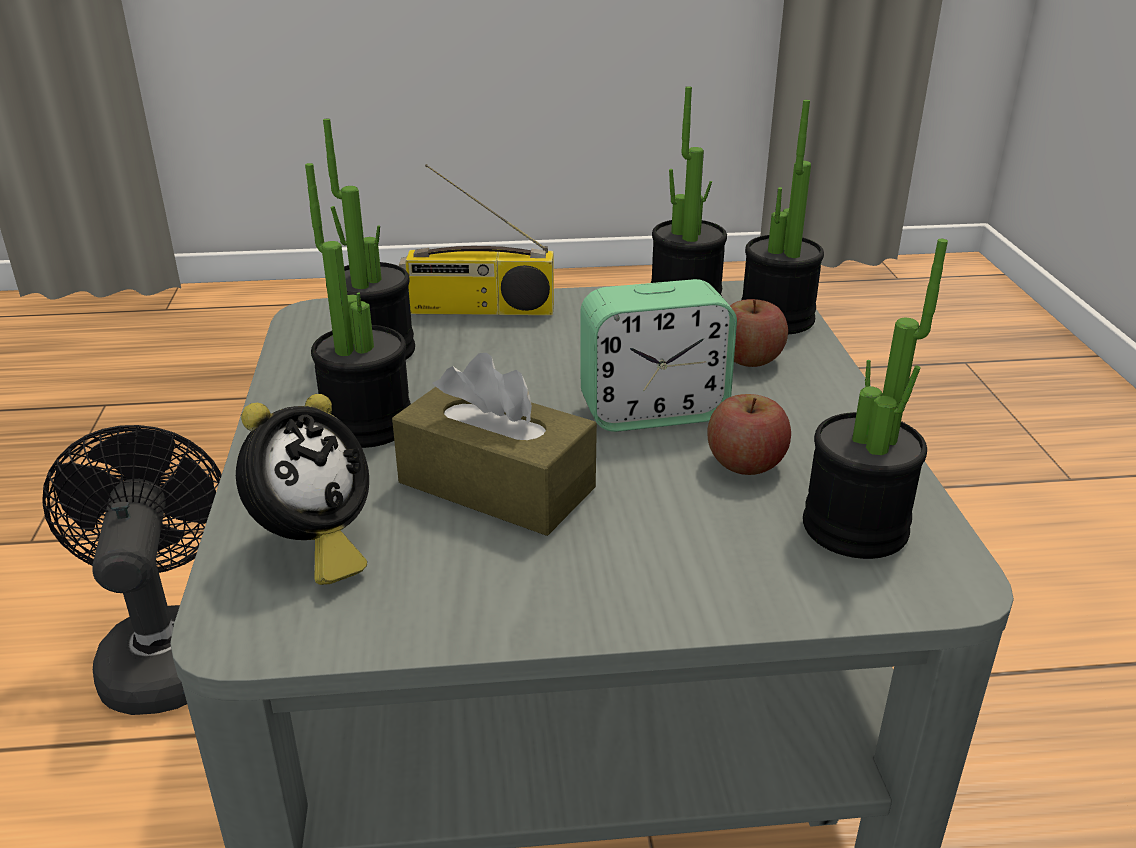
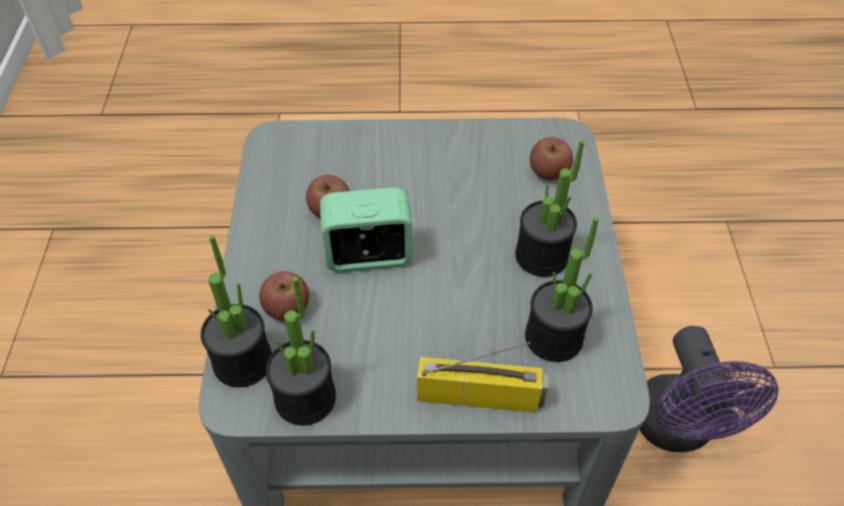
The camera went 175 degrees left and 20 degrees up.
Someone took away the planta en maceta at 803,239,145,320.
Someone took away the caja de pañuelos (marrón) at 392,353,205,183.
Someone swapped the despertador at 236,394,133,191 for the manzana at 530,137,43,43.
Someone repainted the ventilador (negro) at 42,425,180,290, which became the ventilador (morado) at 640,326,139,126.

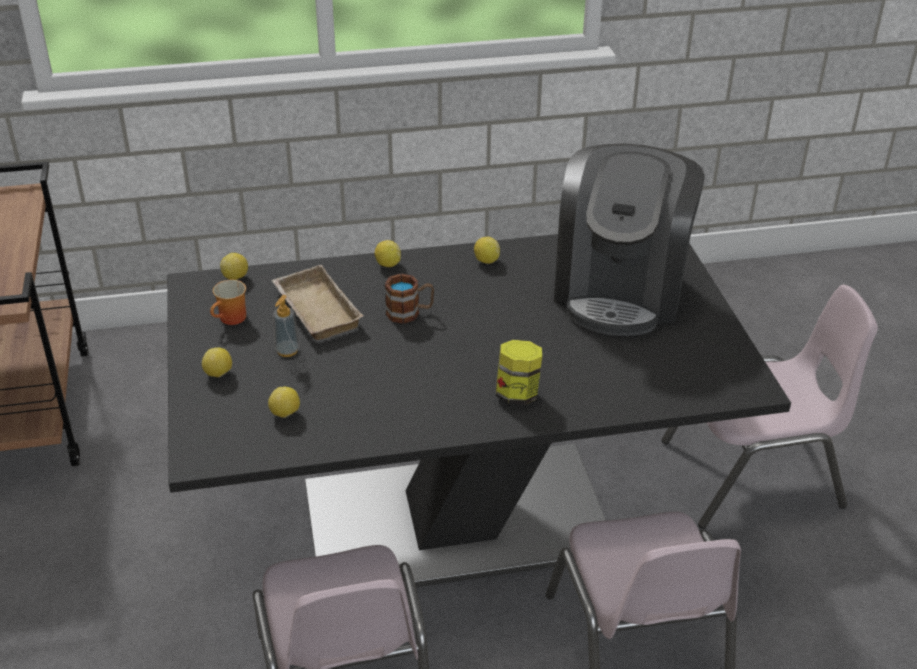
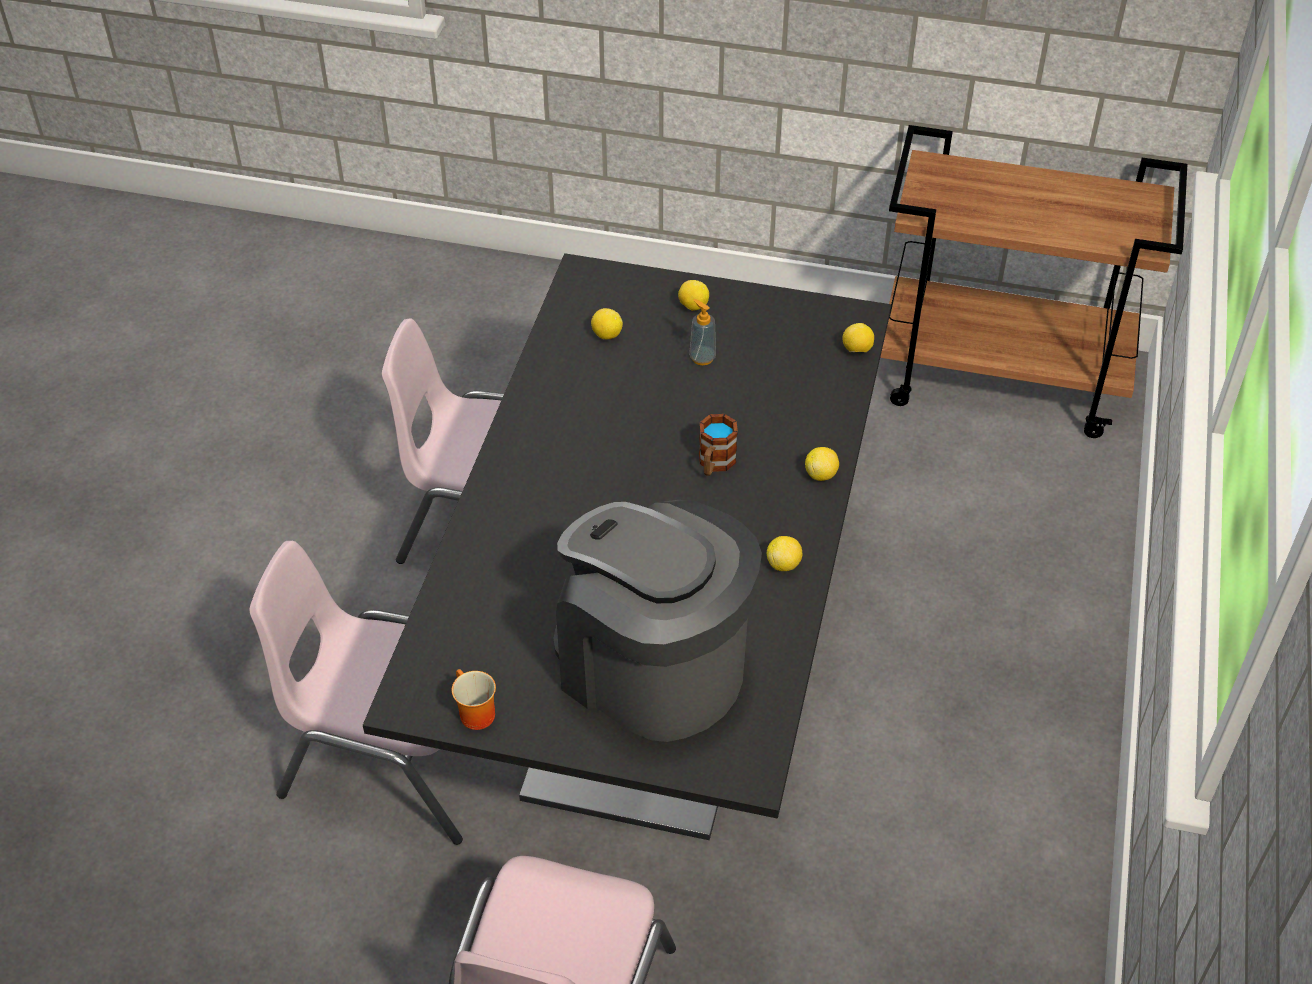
The camera went 115 degrees right and 10 degrees up.
Someone took away the bandeja (beis) at 272,265,91,75.
Someone carried the taza grande from 210,280,36,45 to 452,669,44,61.
Someone took away the tarro at 496,340,46,65.

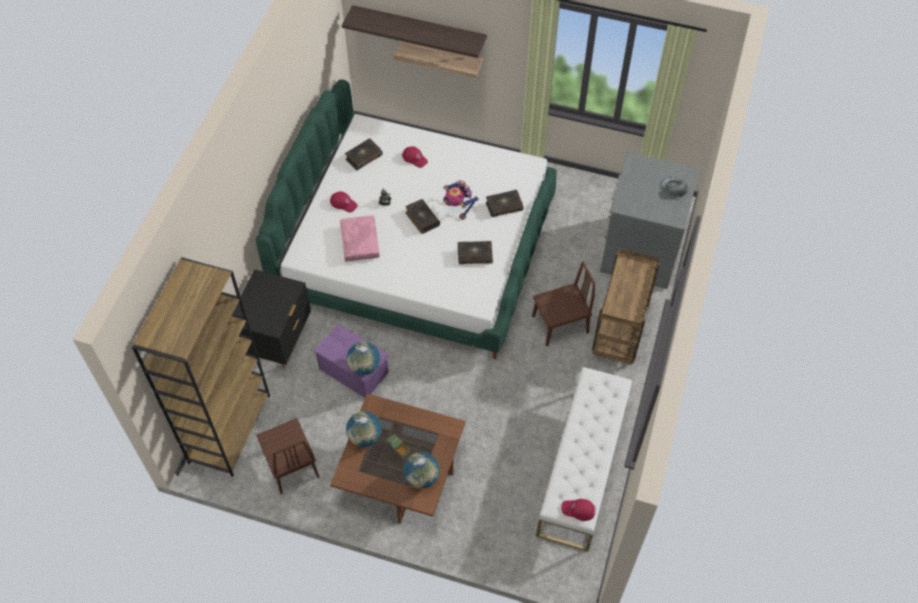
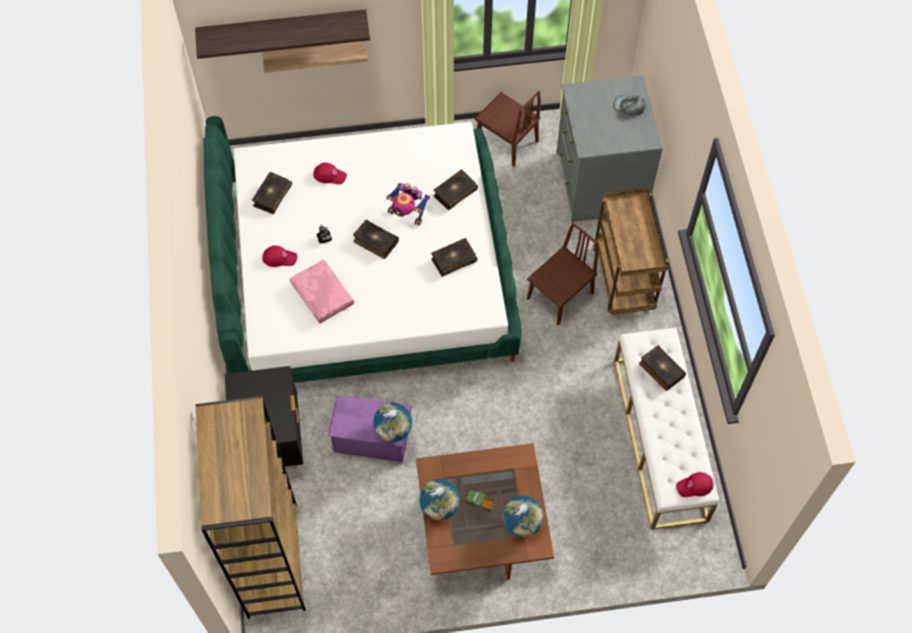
The camera went 25 degrees left and 5 degrees up.
Someone carried the silla (marrón) from 256,418,64,76 to 475,90,66,77.
Someone put down the libro at 639,345,47,46.

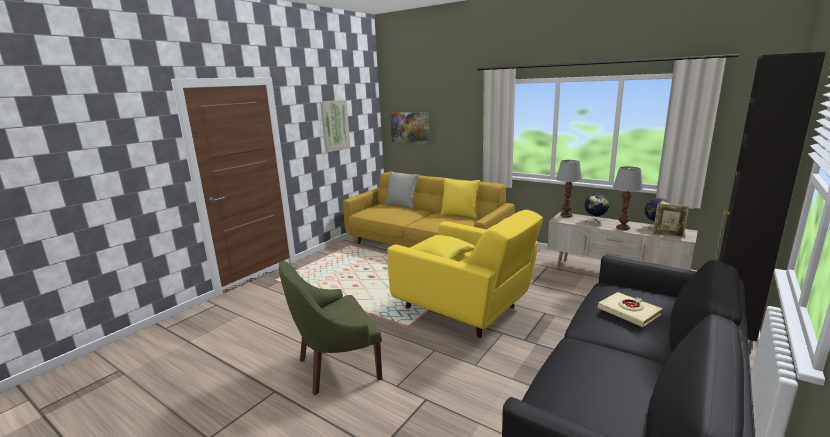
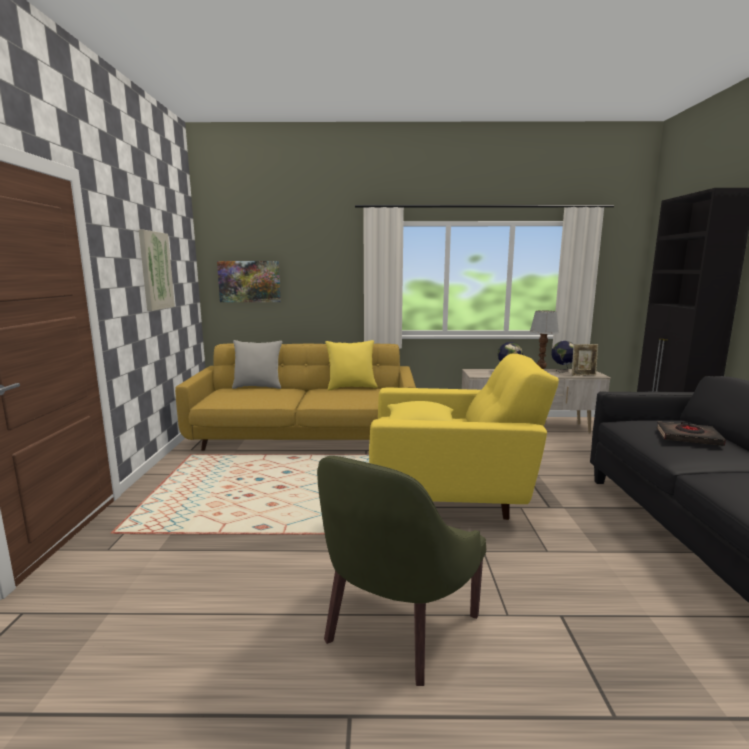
The camera went 35 degrees left and 5 degrees down.
Someone took away the lámpara de mesa at 556,160,26,58.
Someone repainted the libro (beis) at 598,292,64,35, which became the libro (negro) at 656,421,70,25.

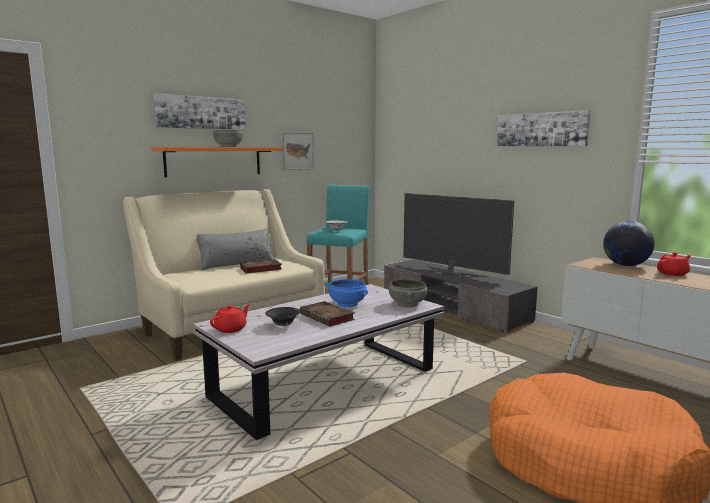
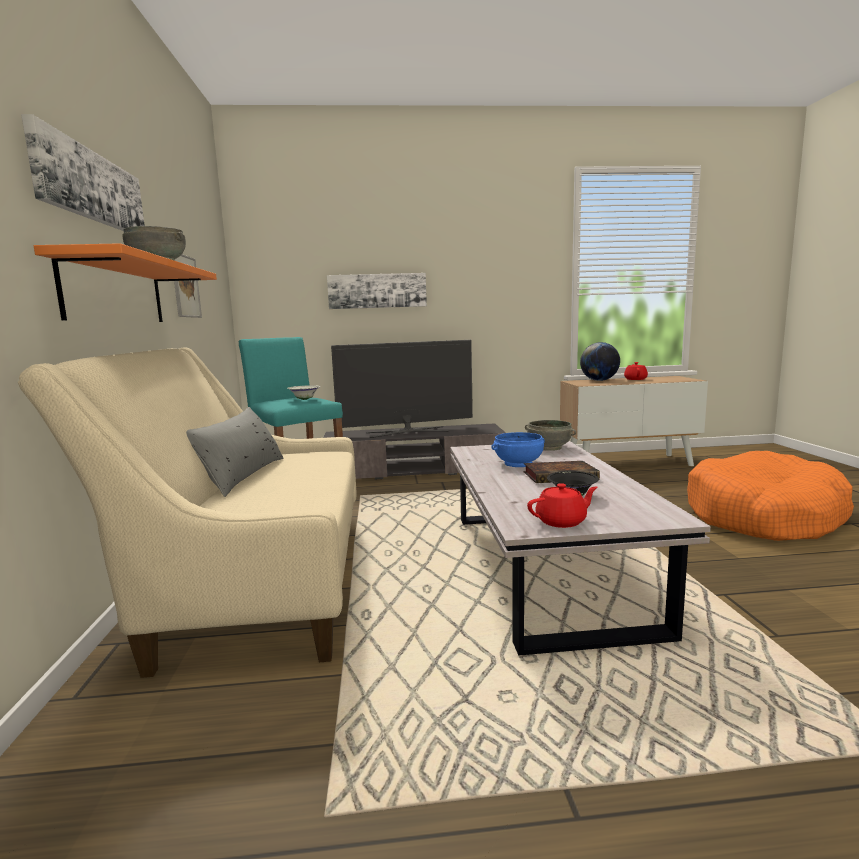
The camera went 55 degrees left and 0 degrees up.
Someone carried the cuadro from 497,110,94,36 to 327,273,100,36.
Someone took away the libro at 240,259,42,15.
Someone rotated the tetera (rojo) at 210,304,40,29 by 90 degrees clockwise.

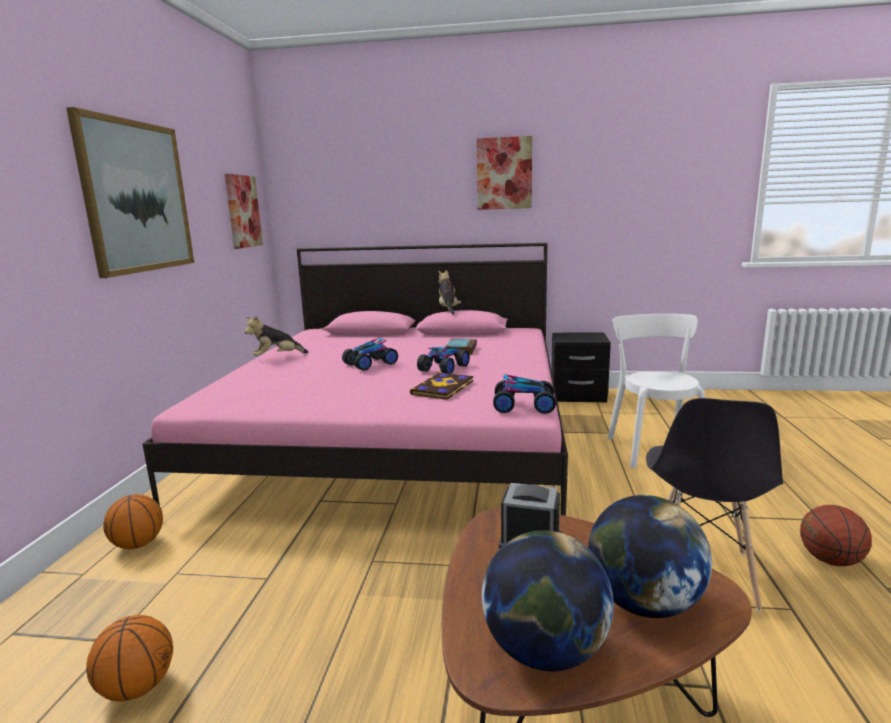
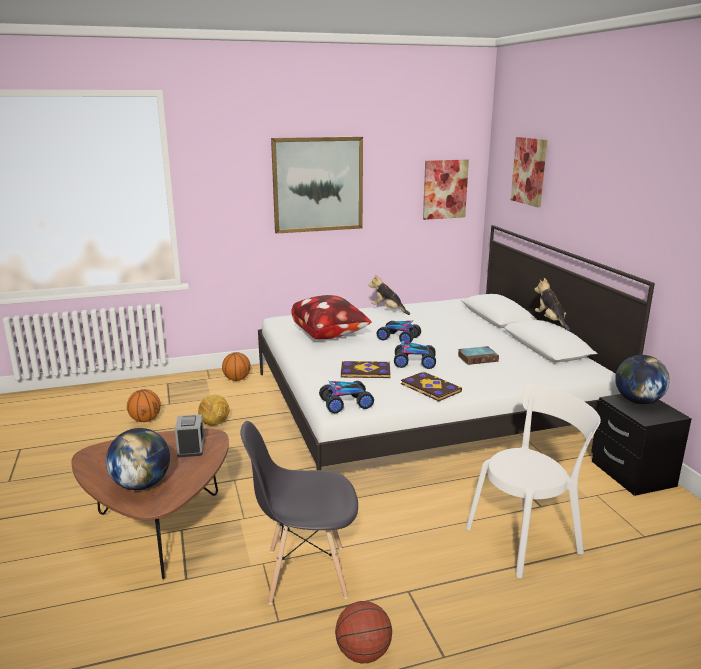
The camera went 65 degrees right and 5 degrees up.
Someone carried the cuadro from 477,136,55,74 to 511,137,36,70.
Someone repainted the cama (rosa) at 142,243,426,273, which became the cama (blanco) at 258,225,397,245.
Someone rotated the peluche at 438,270,23,45 by 75 degrees counterclockwise.
Someone rotated the coche de juguete at 493,374,63,40 by 90 degrees counterclockwise.
Someone carried the globo terráqueo from 482,530,132,141 to 615,355,55,49.
Someone put down the cojín at 291,295,81,44.
Someone put down the libro at 401,371,61,30.
Someone put down the balón de fútbol at 198,395,32,30.

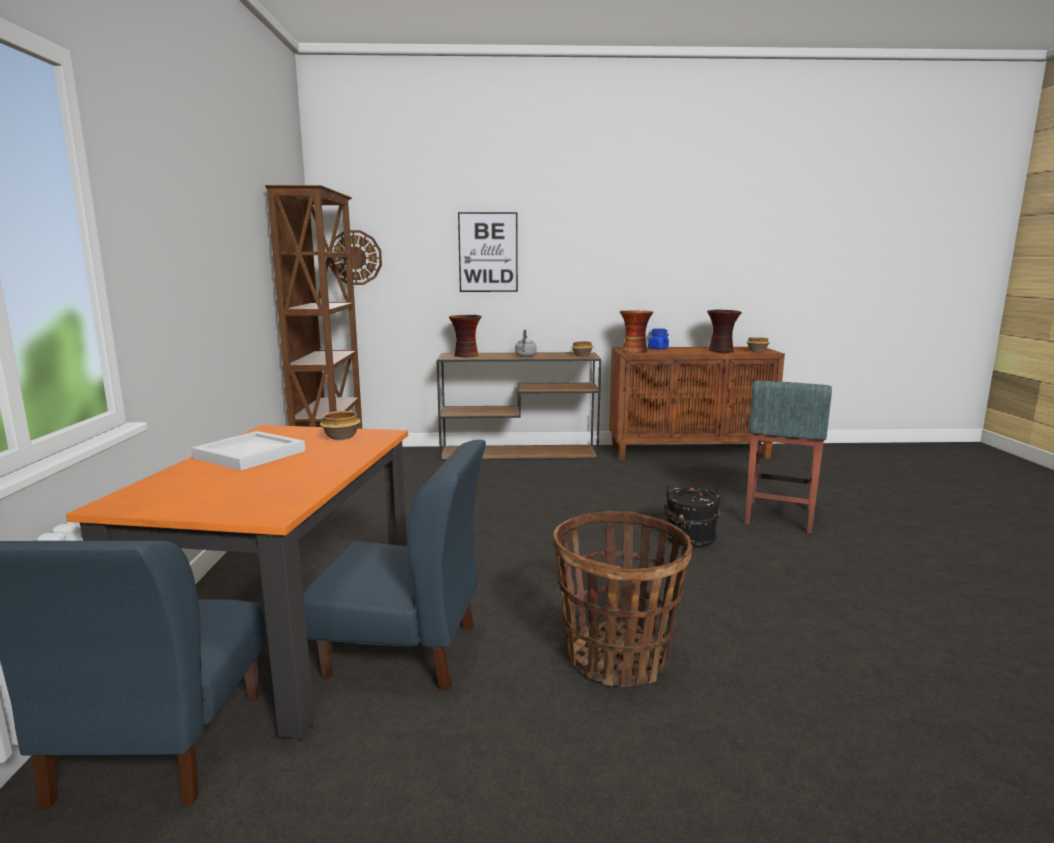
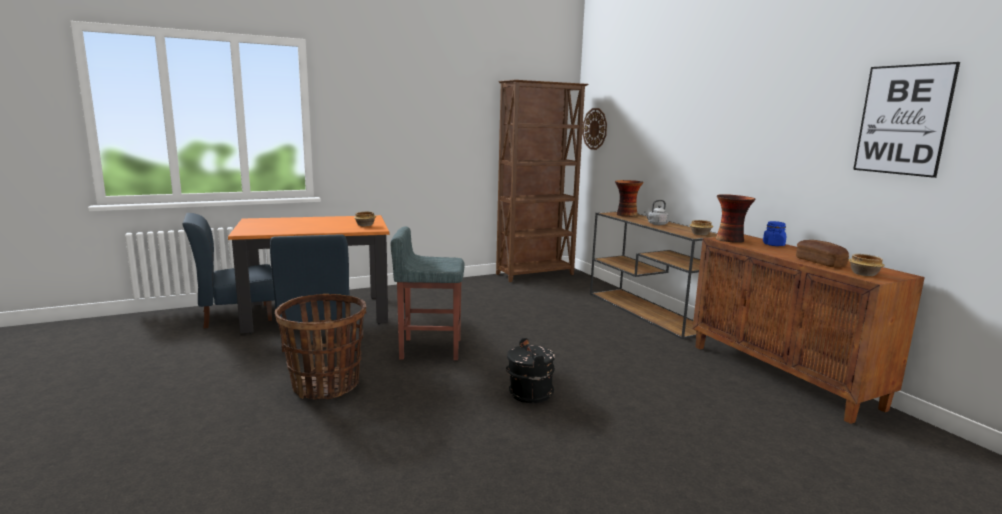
The camera went 65 degrees right and 0 degrees up.
Someone carried the cuadro from 458,212,60,80 to 853,62,107,116.
Someone swapped the florero at 707,309,35,44 for the pan at 796,240,53,27.
Someone carried the taburete (gris) from 745,380,87,153 to 391,226,74,134.
Someone took away the bandeja (blanco) at 191,431,114,40.

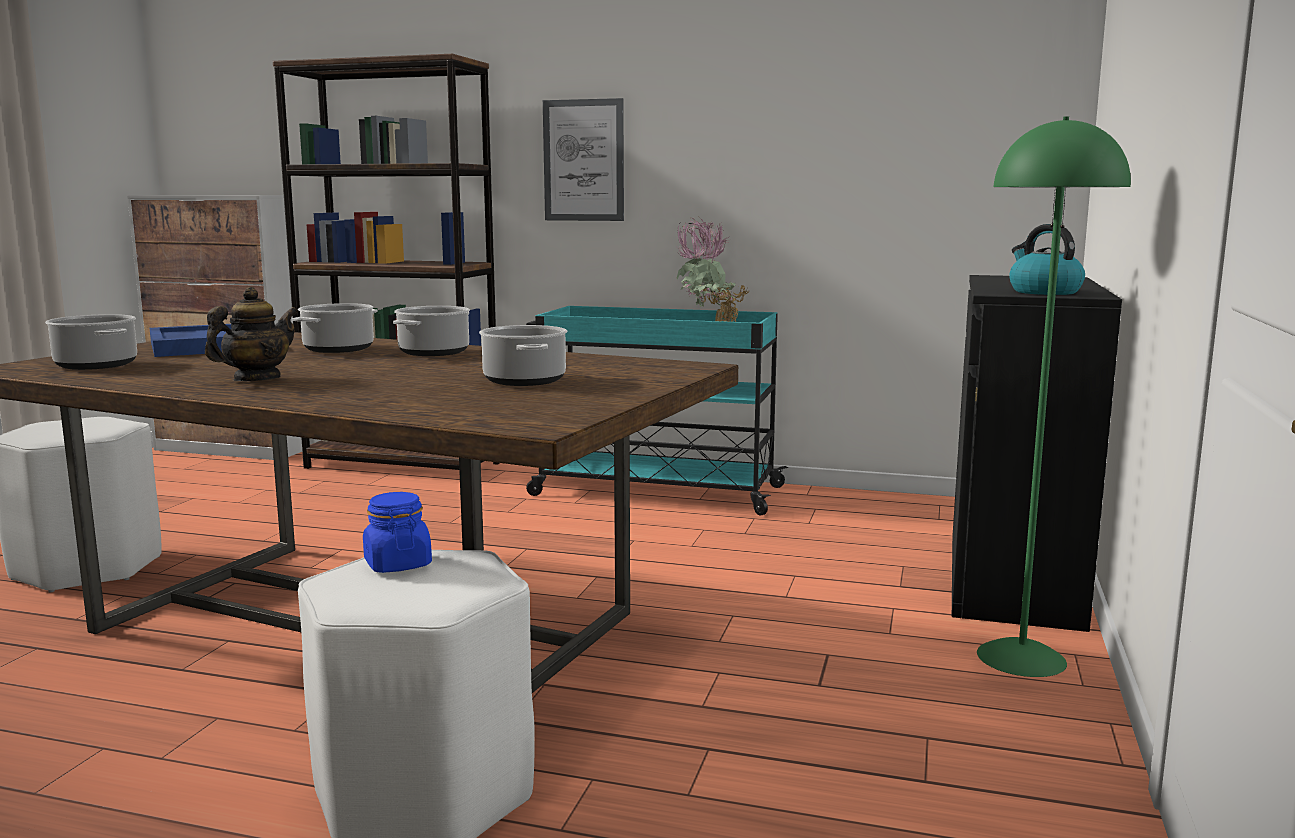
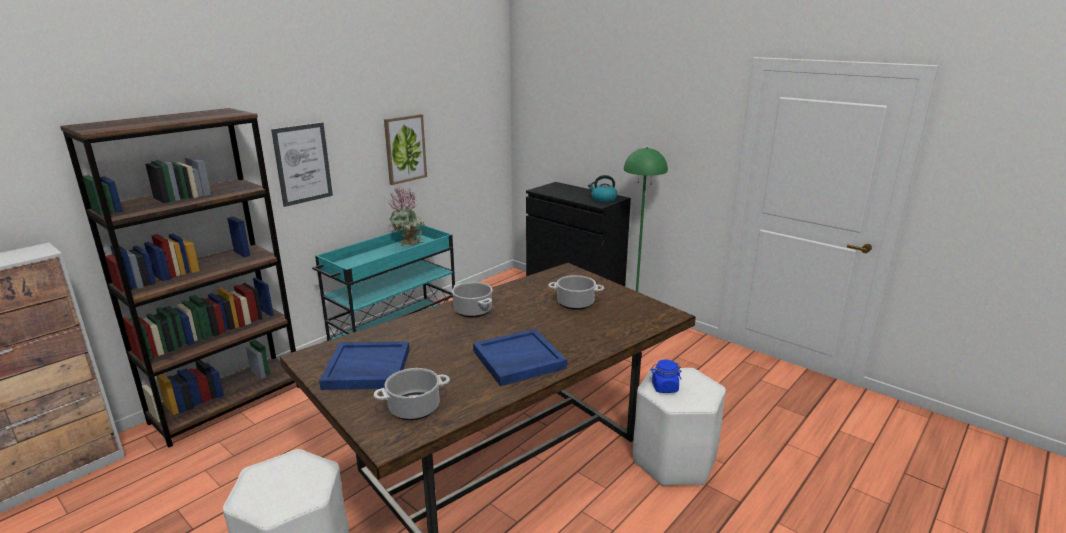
The camera went 65 degrees left and 10 degrees up.
Someone swapped the tetera at 205,287,93,94 for the bandeja (azul) at 473,329,94,57.
Someone took away the olla at 293,303,85,50.
Someone put up the cuadro at 384,114,43,71.

